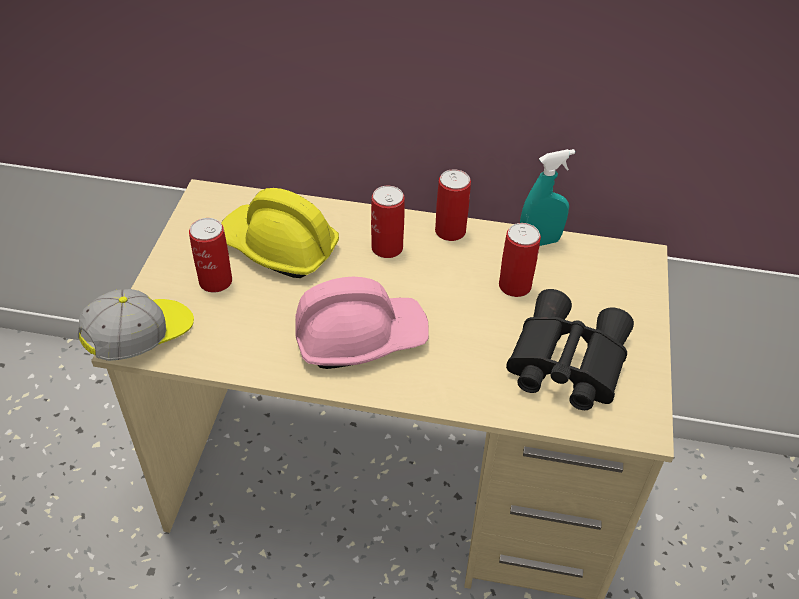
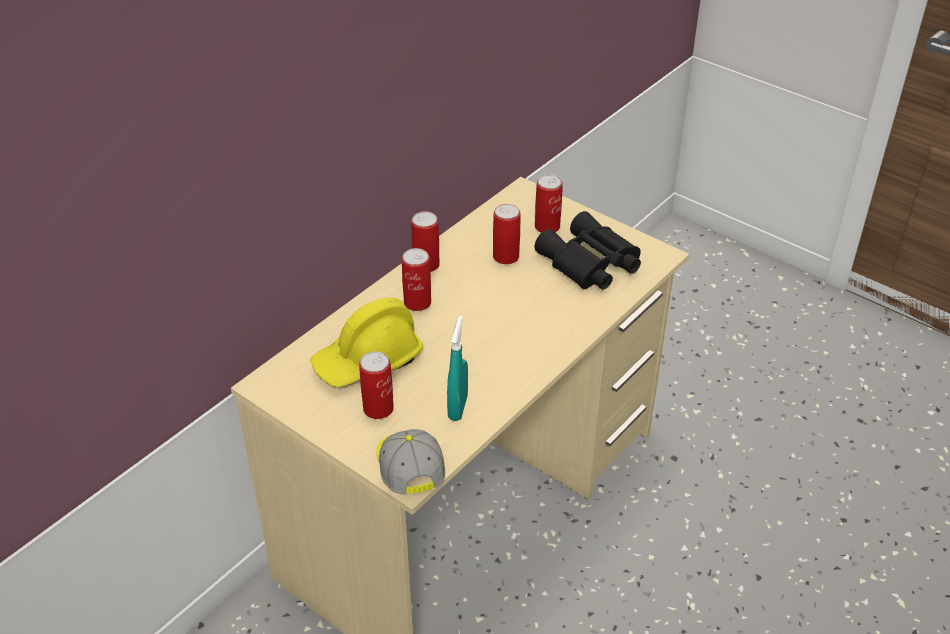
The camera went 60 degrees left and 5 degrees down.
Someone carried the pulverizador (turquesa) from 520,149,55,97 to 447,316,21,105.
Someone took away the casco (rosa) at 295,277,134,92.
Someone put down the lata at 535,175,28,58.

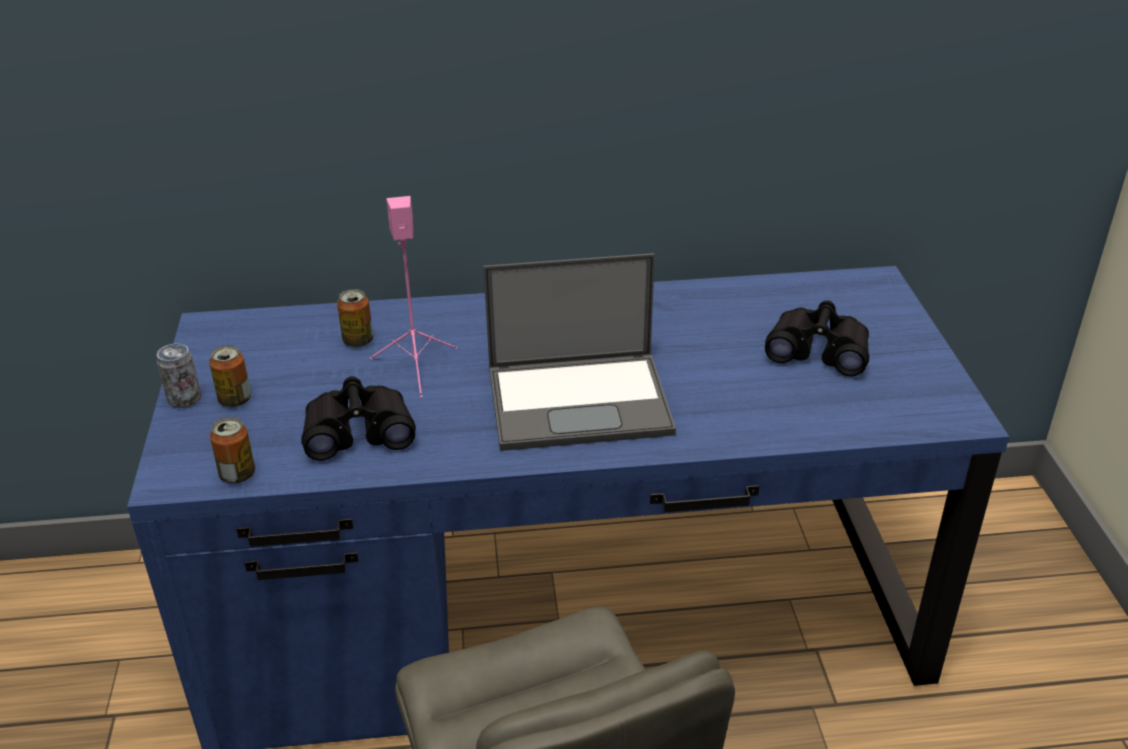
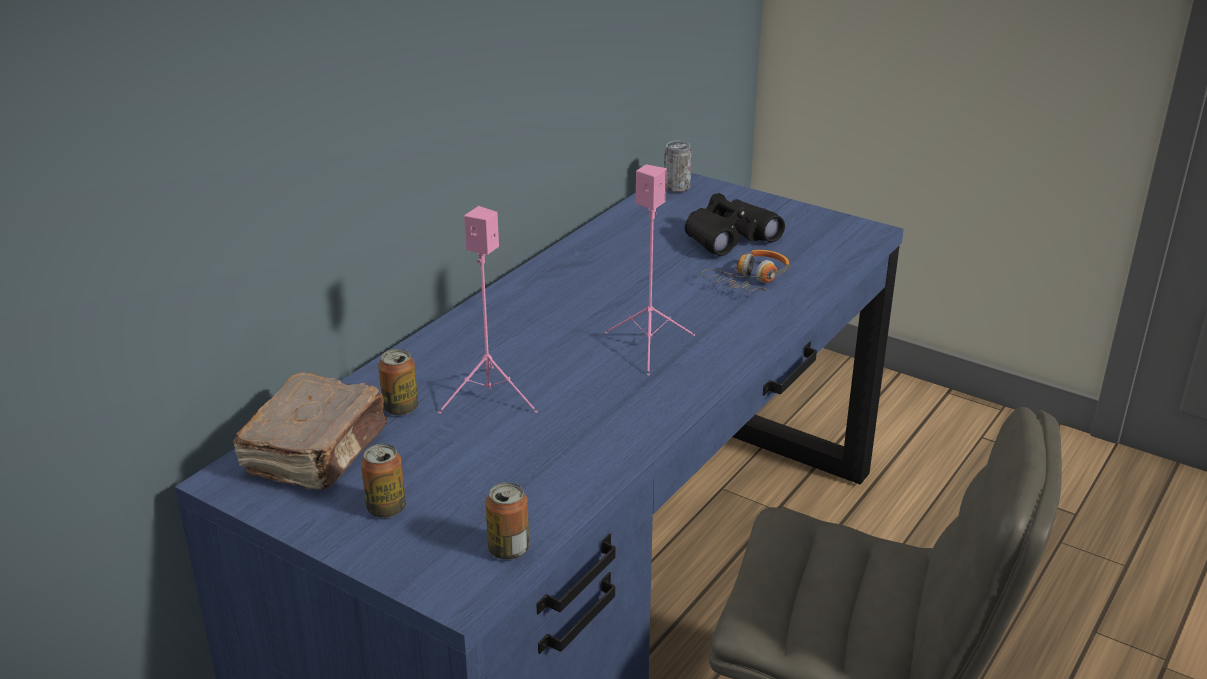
The camera went 50 degrees left and 5 degrees down.
Someone swapped the portátil at 483,253,193,198 for the altavoz (rosa) at 605,164,90,212.
Someone carried the lata from 157,343,44,65 to 664,141,28,52.
Someone took away the prismáticos (negro) at 301,376,115,85.
Someone put down the auriculares at 701,250,89,42.
Someone put down the libro (marrón) at 233,372,154,118.

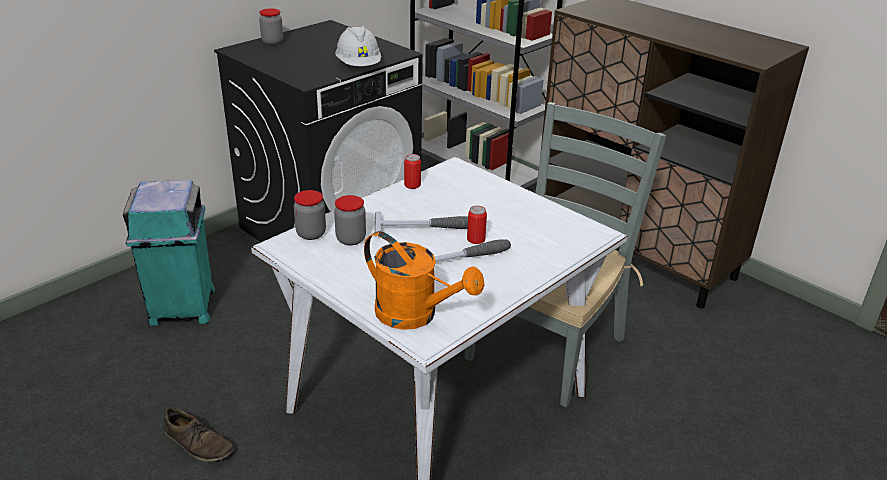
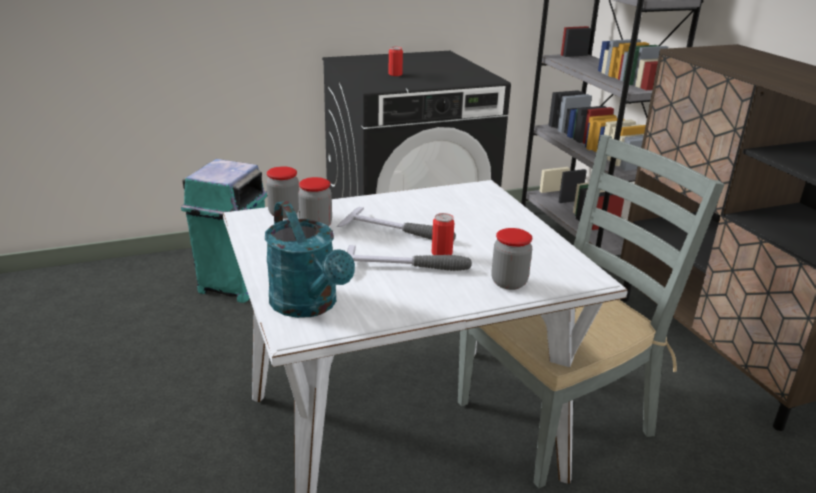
The camera went 25 degrees right and 5 degrees down.
Someone carried the tarro from 259,8,24,37 to 492,228,40,62.
Someone took away the casco (blanco) at 335,26,46,40.
Someone carried the lata from 404,154,17,35 to 388,47,15,29.
Someone repainted the regadera (naranja) at 364,231,120,99, which became the regadera (turquesa) at 265,201,90,117.
Someone took away the zapato (marrón) at 164,408,71,54.

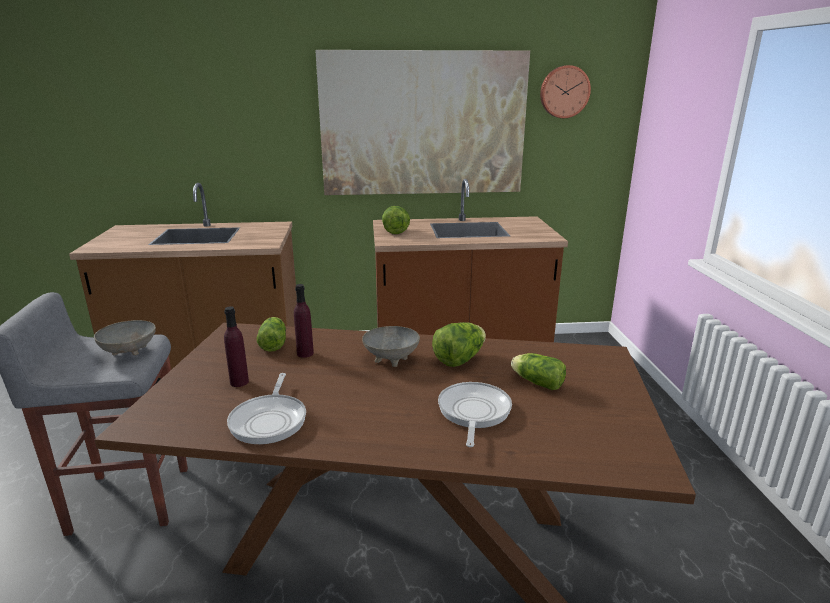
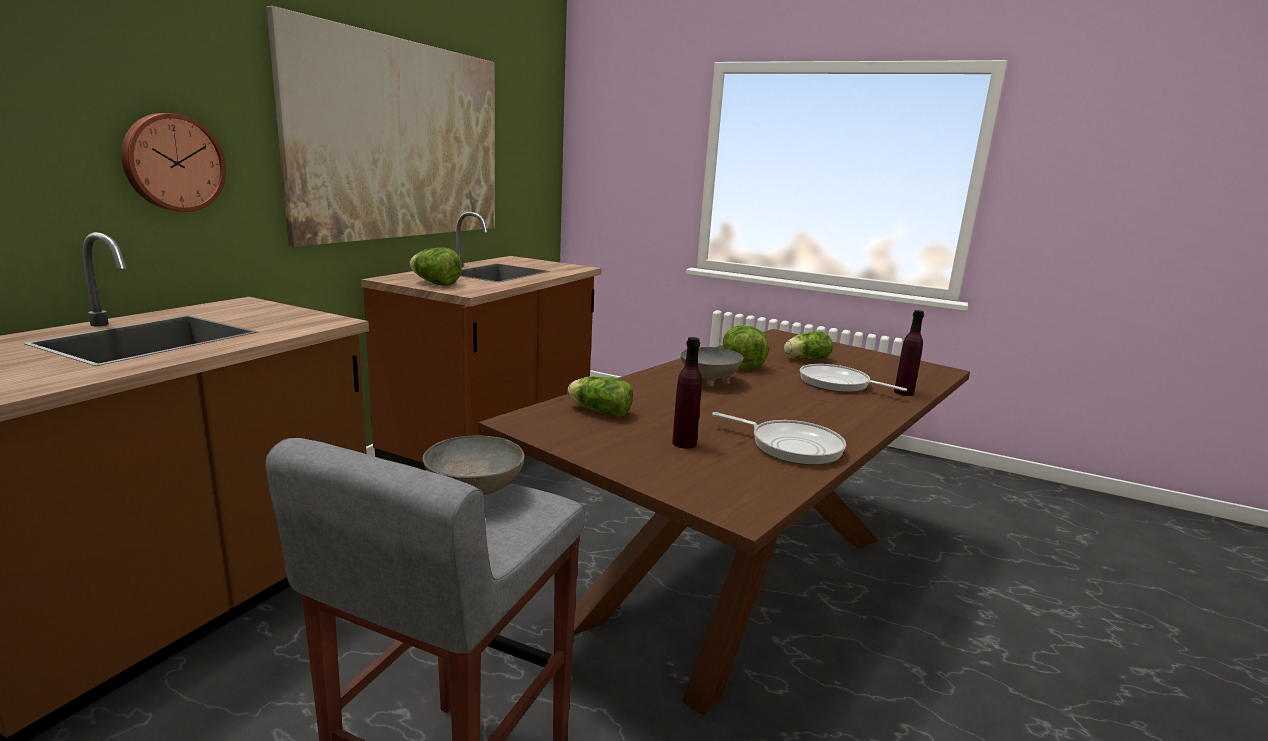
The camera went 60 degrees left and 5 degrees down.
Someone carried the reloj de pared from 540,65,51,53 to 121,113,105,99.
Someone carried the botella (morado) from 294,284,20,74 to 894,310,30,86.

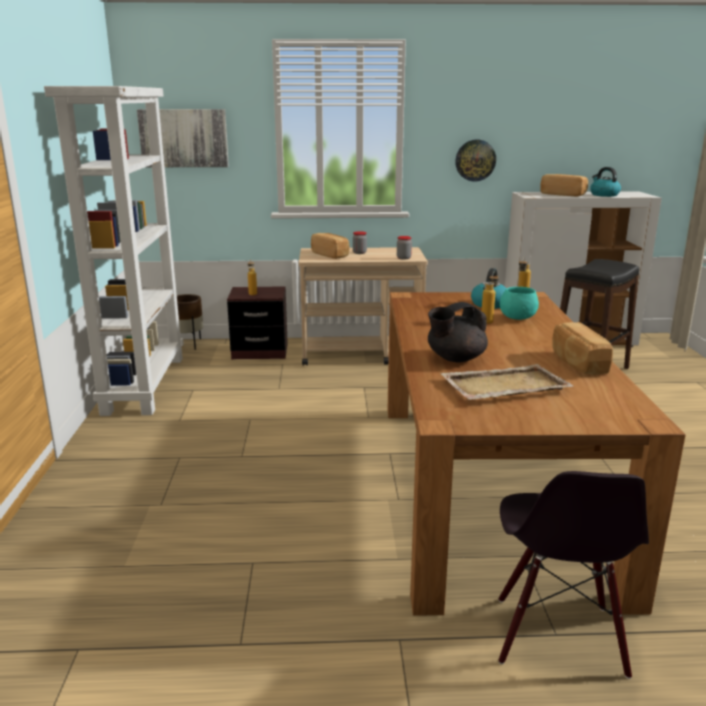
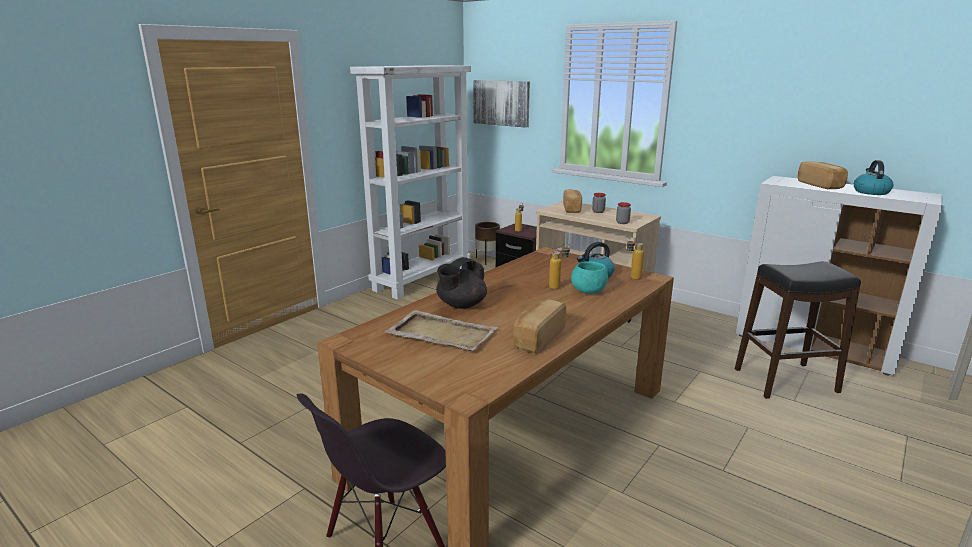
The camera went 40 degrees right and 0 degrees up.
Someone took away the reloj de pared at 455,140,41,42.
Someone rotated the tetera (negro) at 428,302,60,60 by 60 degrees counterclockwise.

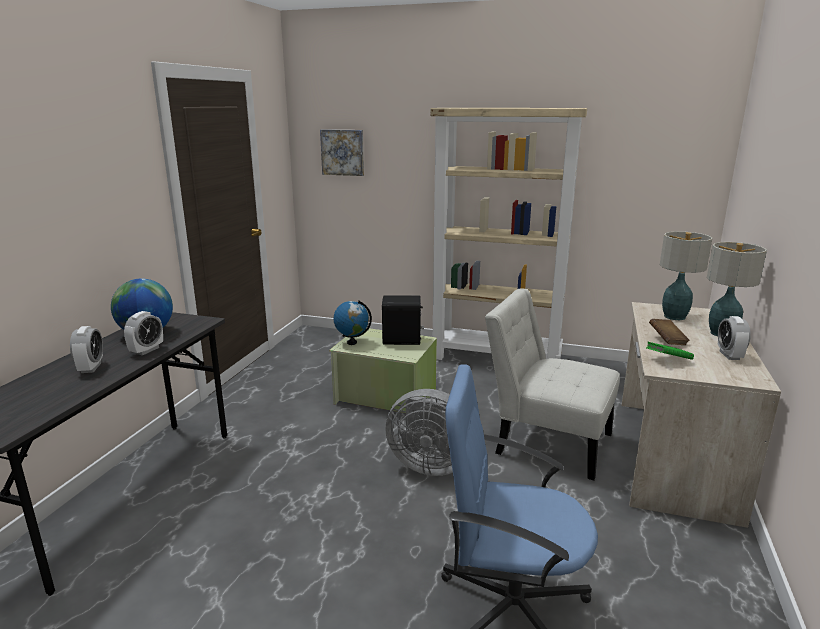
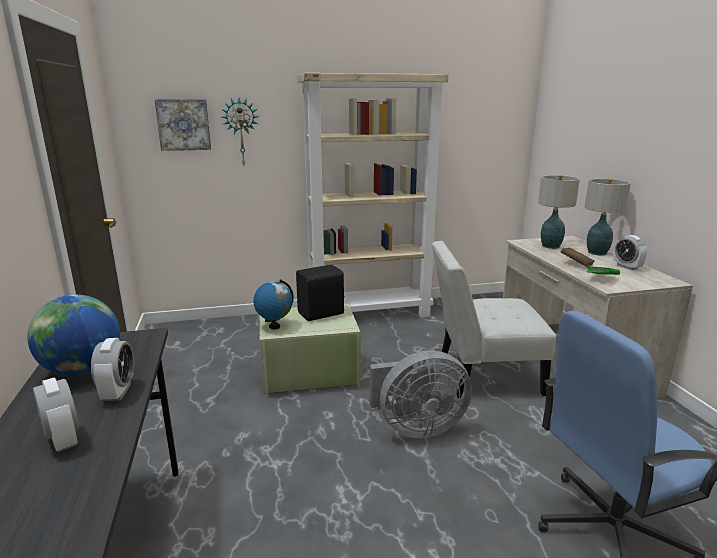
The camera went 30 degrees left and 0 degrees up.
Someone put up the reloj de pared at 221,98,38,67.

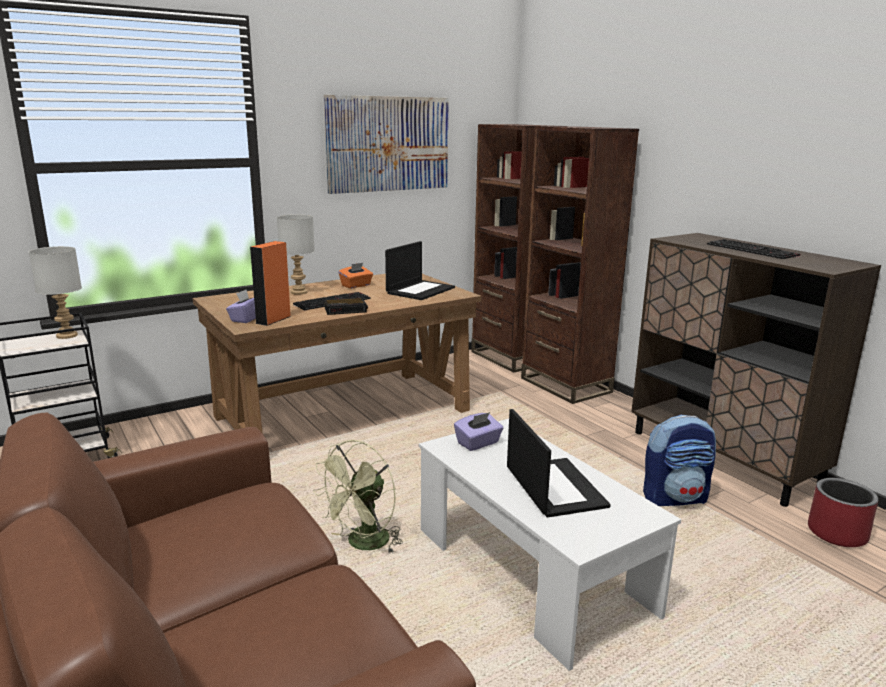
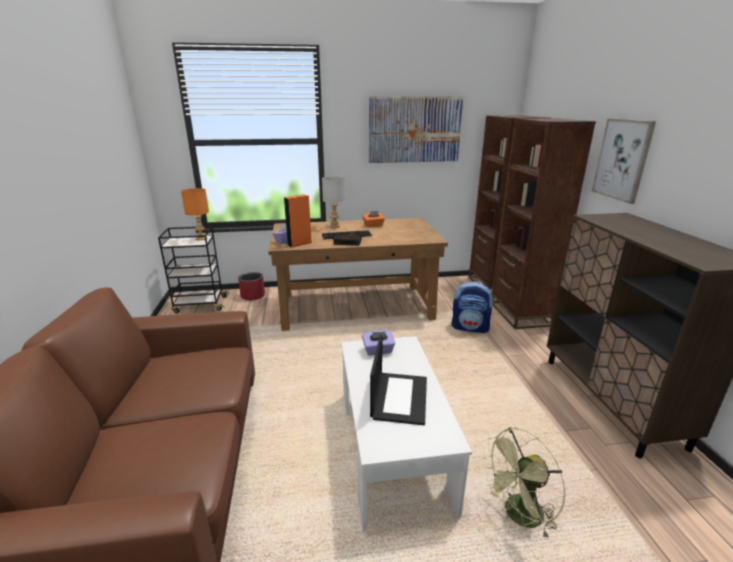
The camera went 25 degrees right and 5 degrees up.
Someone took away the teclado at 707,239,93,20.
Someone took away the portátil at 385,241,70,59.
Someone repainted the lámpara de mesa (gris) at 29,246,53,93, which became the lámpara de mesa (naranja) at 181,188,28,52.
Someone carried the mochila from 643,415,73,91 to 451,282,43,51.
Someone carried the ventilador (verde) from 313,440,90,113 to 482,427,84,112.
Someone carried the maceta (rojo) from 808,478,71,69 to 238,272,27,28.
Someone put up the cuadro at 592,118,64,86.

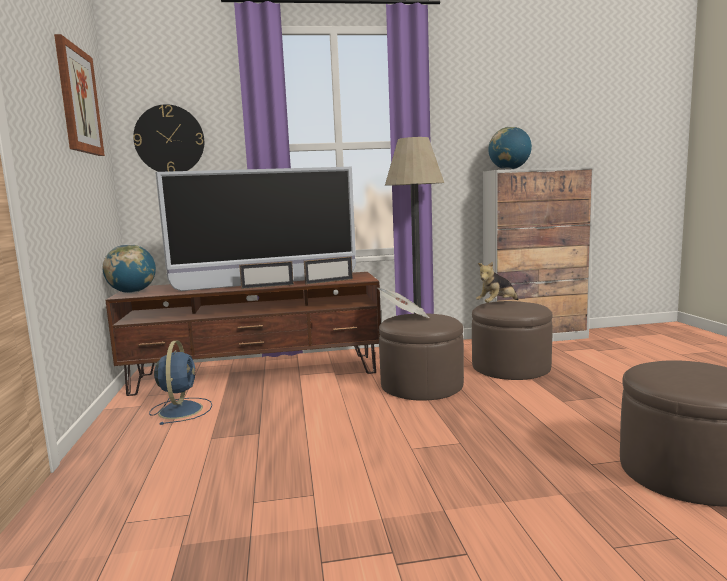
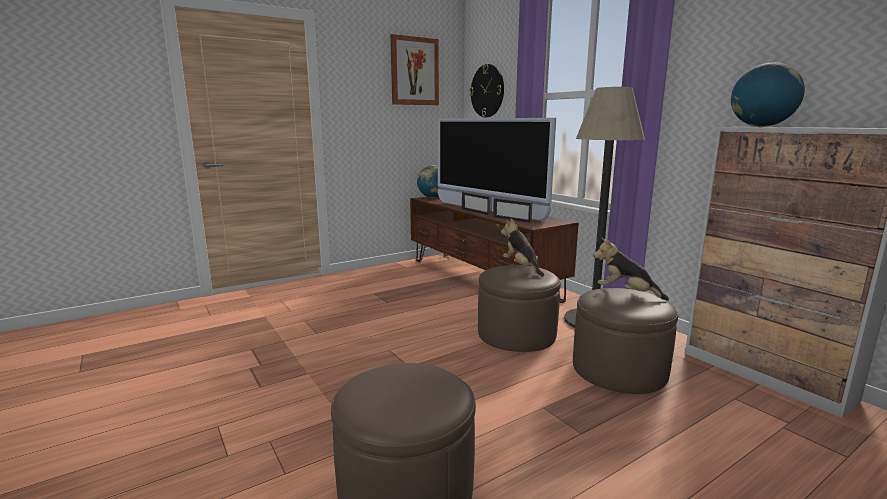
The camera went 65 degrees right and 5 degrees up.
Someone swapped the periódico at 377,288,53,30 for the peluche at 501,218,43,59.
Someone took away the ventilador (azul) at 149,340,63,85.

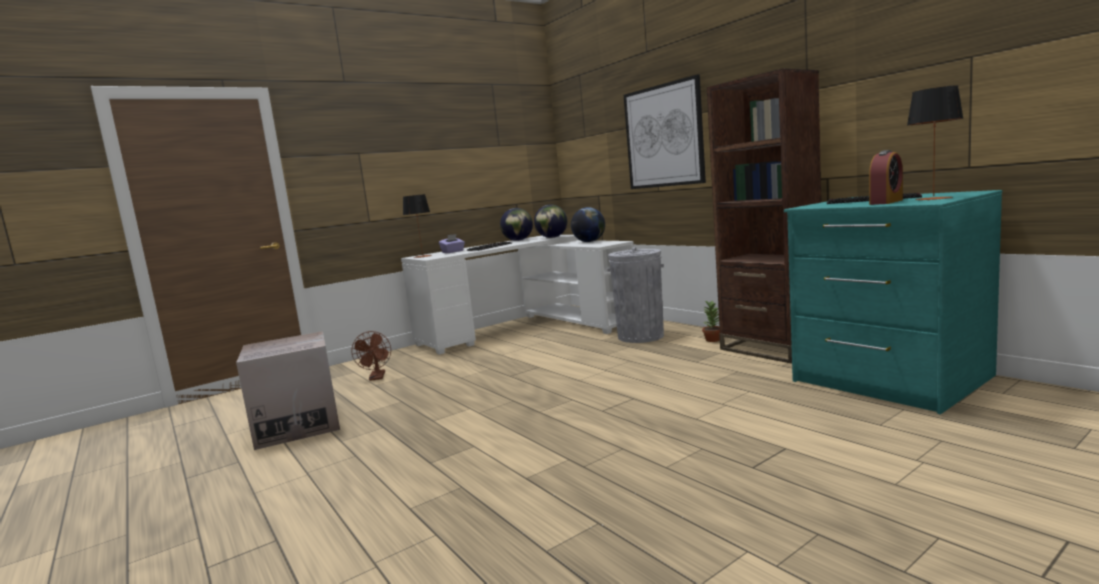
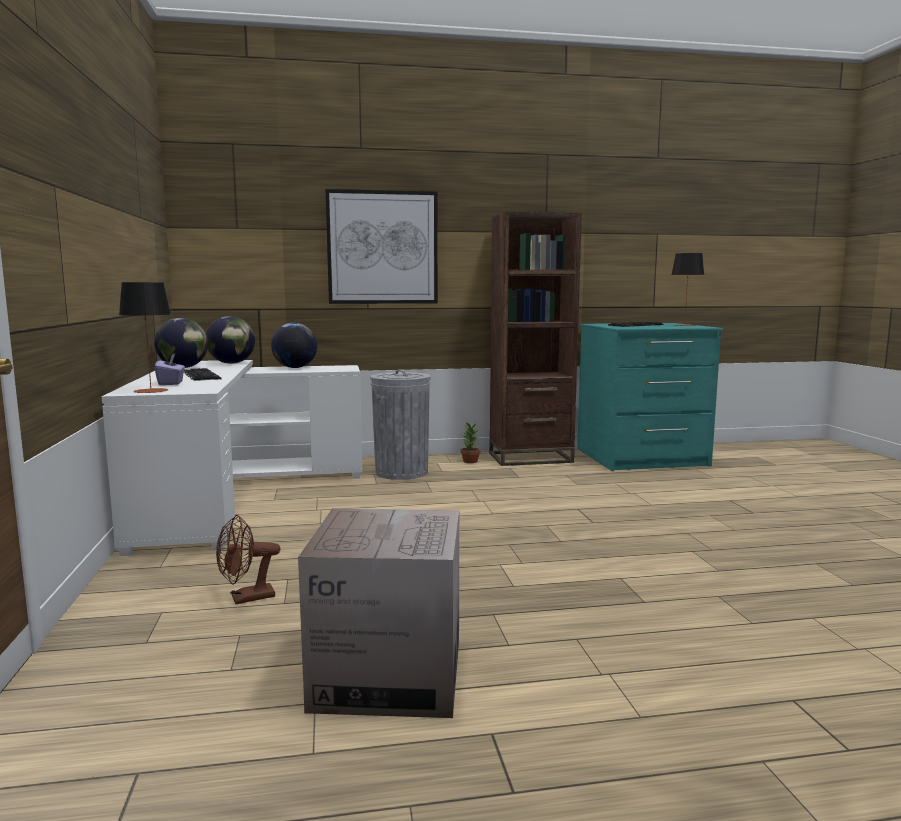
The camera went 65 degrees left and 0 degrees up.
Someone took away the despertador at 869,150,34,55.
Someone rotated the ventilador (marrón) at 352,331,39,50 by 135 degrees clockwise.

